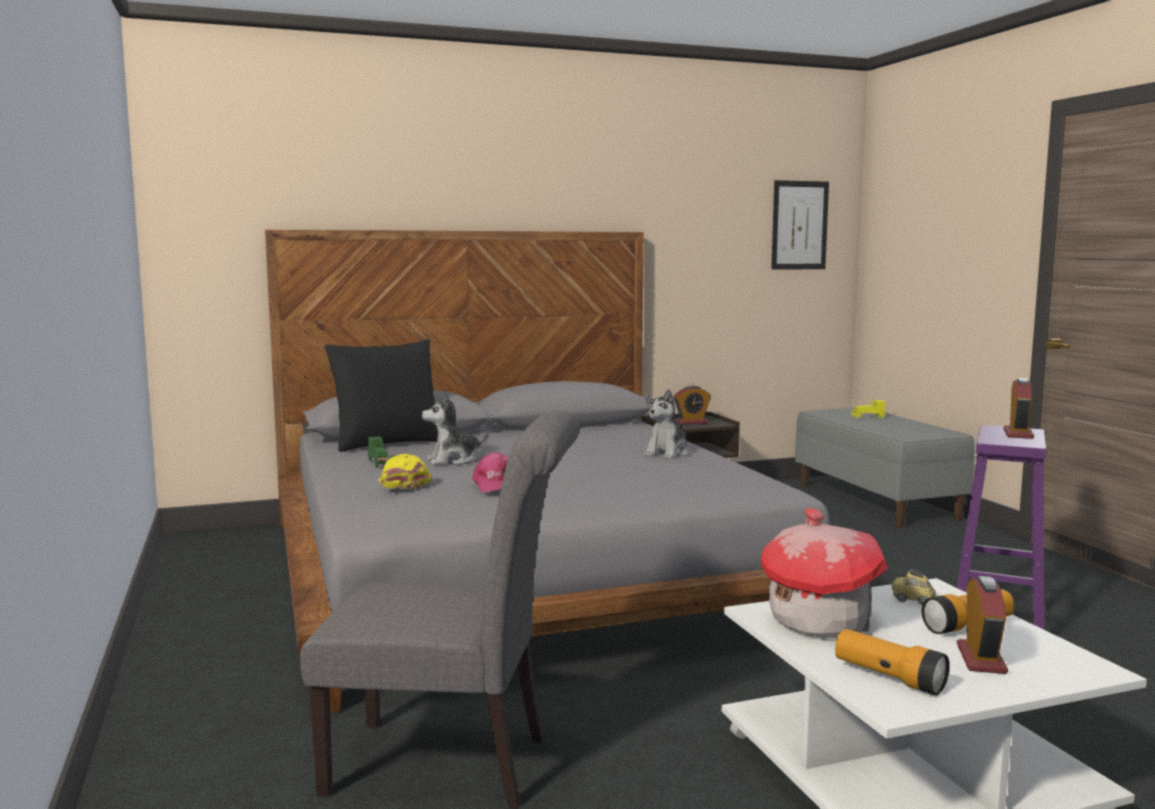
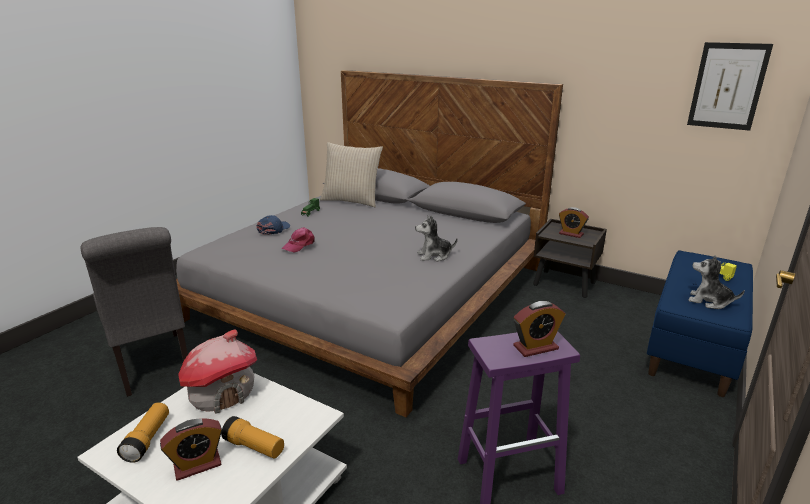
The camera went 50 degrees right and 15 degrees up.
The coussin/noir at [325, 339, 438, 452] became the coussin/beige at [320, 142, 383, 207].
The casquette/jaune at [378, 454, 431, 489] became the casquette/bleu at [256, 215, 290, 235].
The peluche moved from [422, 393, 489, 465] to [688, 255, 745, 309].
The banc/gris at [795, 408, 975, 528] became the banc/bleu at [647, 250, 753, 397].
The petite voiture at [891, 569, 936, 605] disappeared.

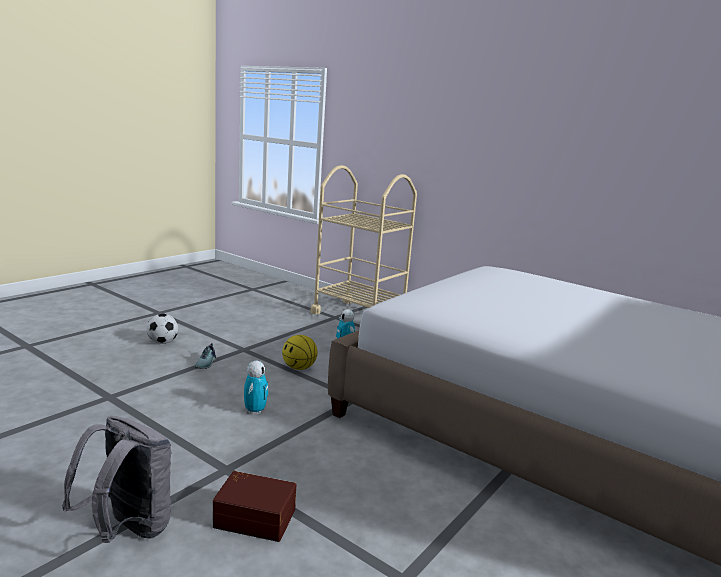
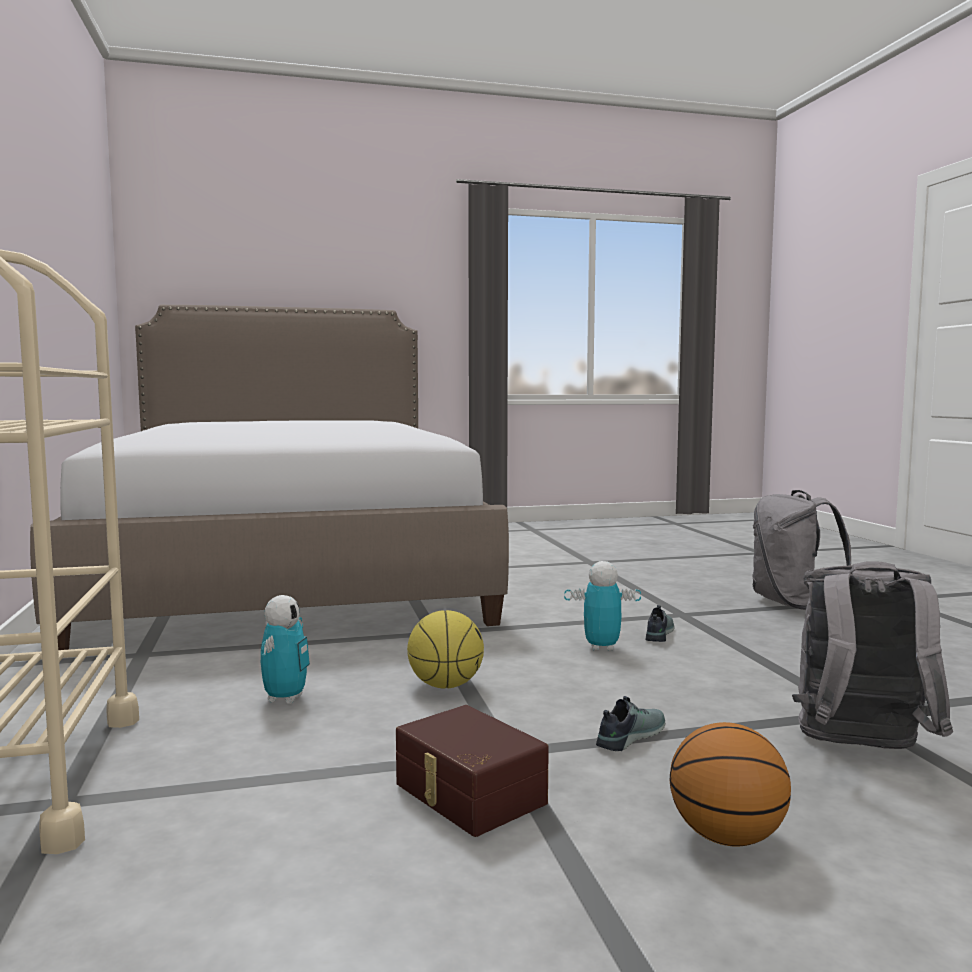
The camera went 140 degrees left and 10 degrees down.
The ballon de foot at [147, 314, 179, 344] was replaced by the ballon de basket at [670, 722, 791, 846].
The boîte de rangement/marron moved from [213, 471, 296, 542] to [396, 705, 549, 837].
The robot jouet at [244, 361, 268, 415] turned 45 degrees clockwise.
The chaussure at [645, 605, 674, 642] appeared.
The sac à dos/gris at [792, 562, 953, 749] appeared.

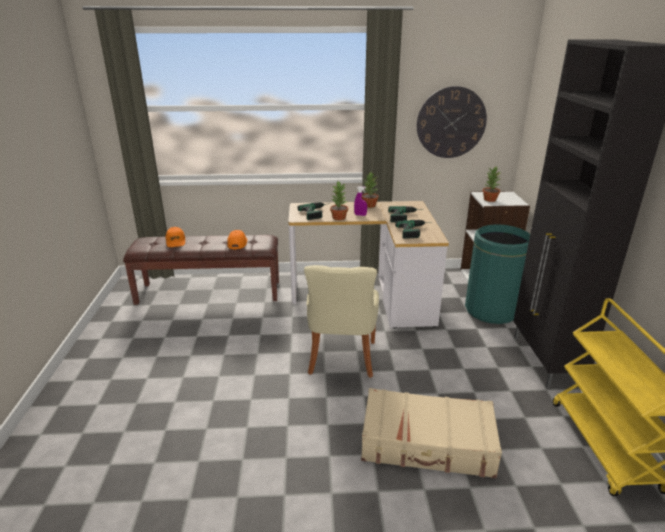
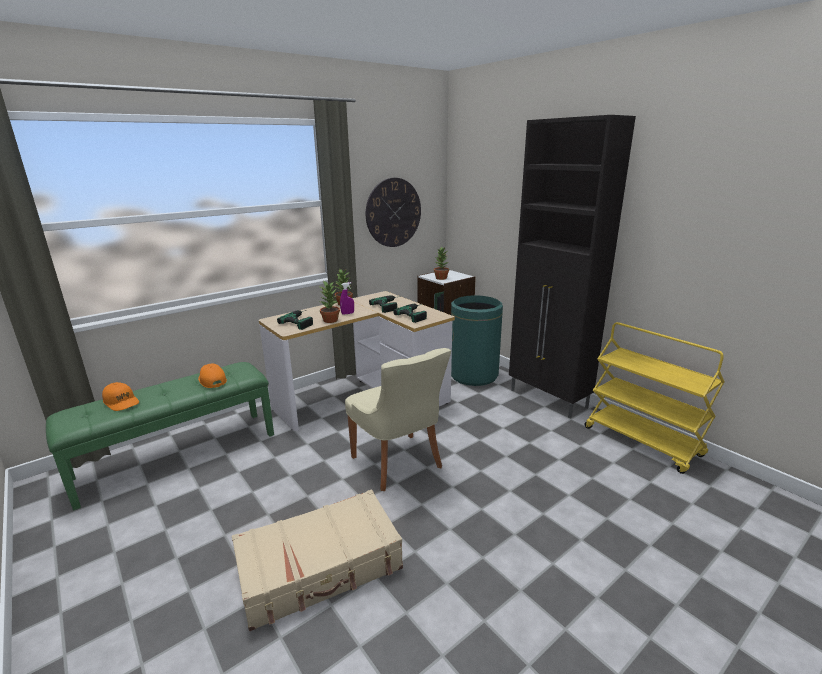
The camera went 35 degrees left and 5 degrees down.
The banc/marron at [123, 235, 279, 305] became the banc/vert at [46, 362, 274, 511].
The valise/beige moved from [361, 388, 502, 478] to [232, 489, 403, 631].

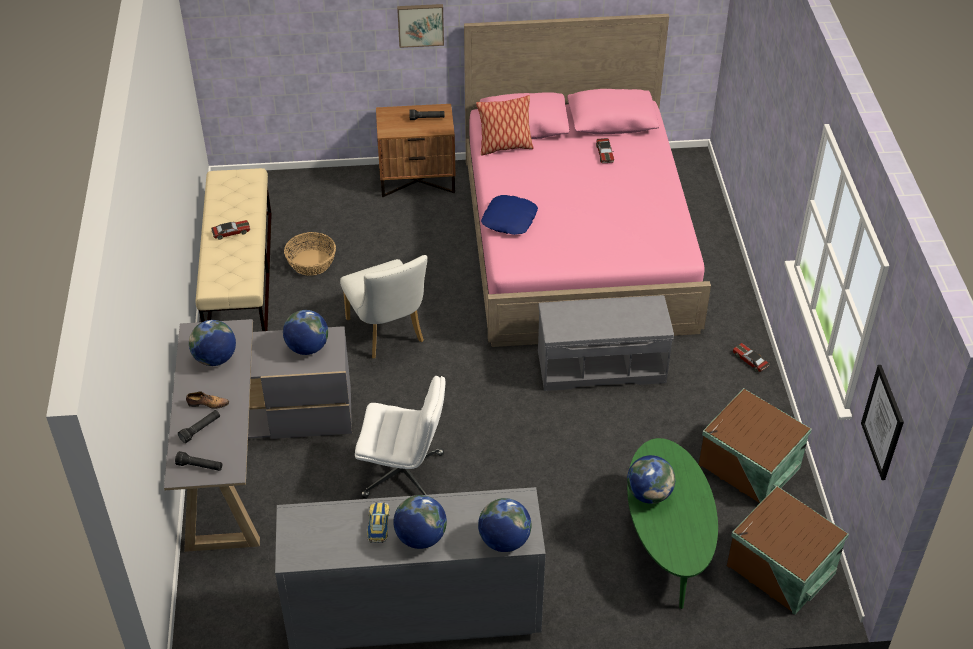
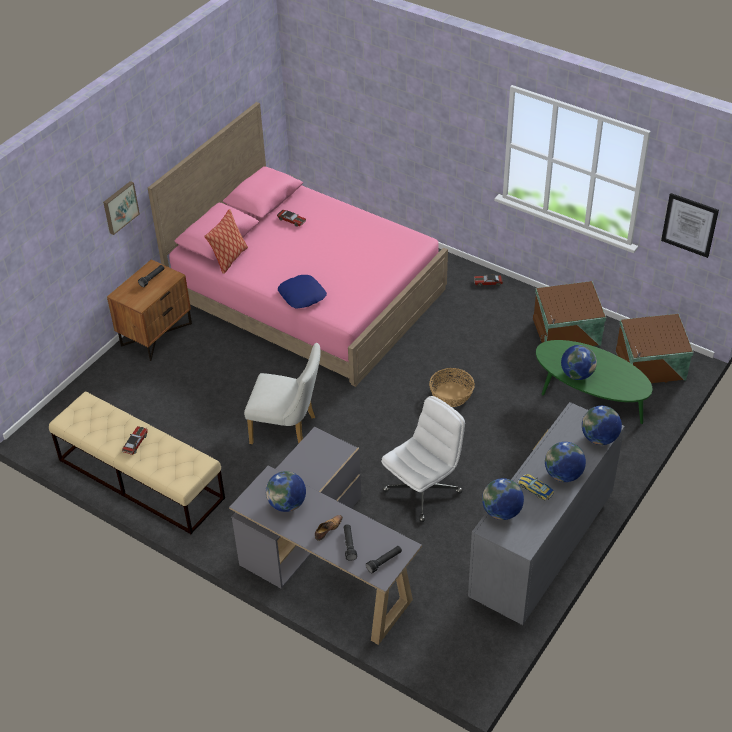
The camera went 50 degrees left and 0 degrees up.
The globe moved from [283, 310, 328, 355] to [482, 478, 524, 520].
The panier moved from [284, 232, 336, 276] to [429, 368, 475, 407].
The banc/gris at [538, 295, 674, 391] disappeared.

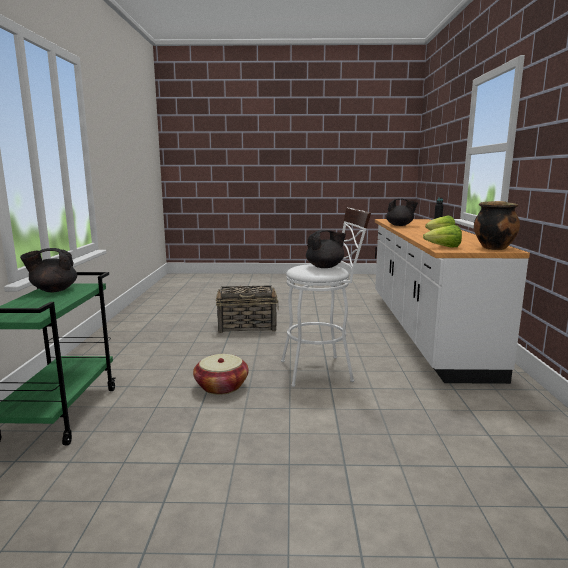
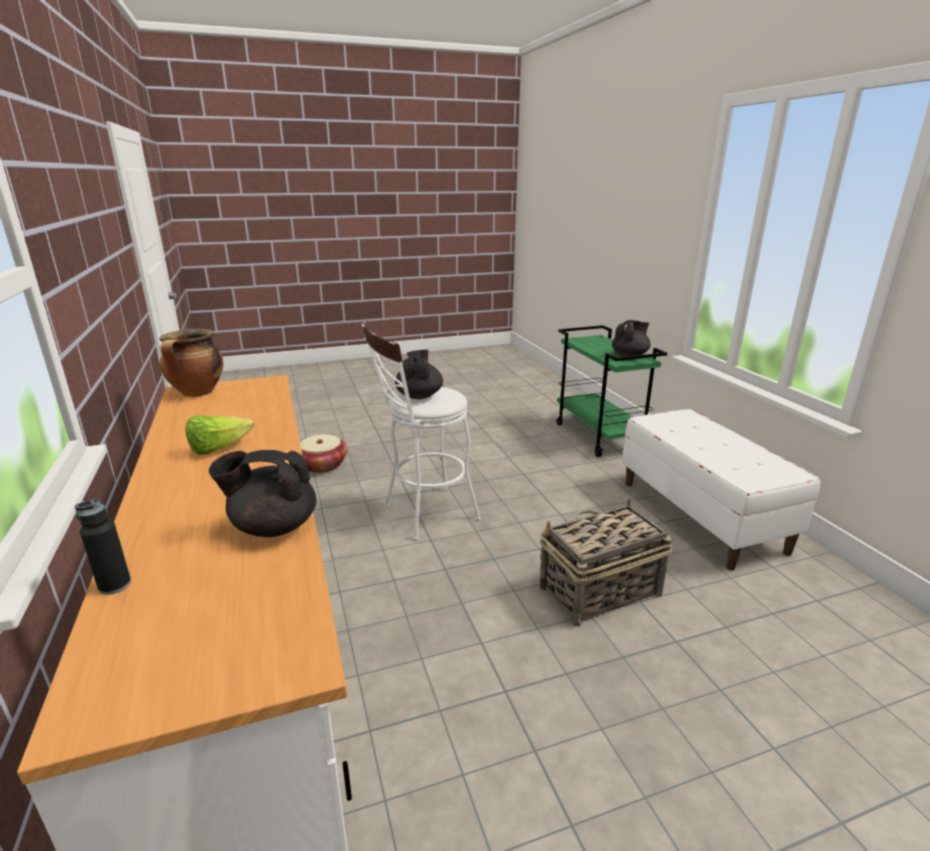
The camera went 160 degrees right and 10 degrees up.
The panier moved from [193, 354, 249, 395] to [300, 434, 347, 473].
The théière/noir at [306, 230, 346, 268] turned 135 degrees clockwise.
The laitue at [423, 225, 462, 248] disappeared.
The banc/blanc at [622, 409, 820, 571] appeared.

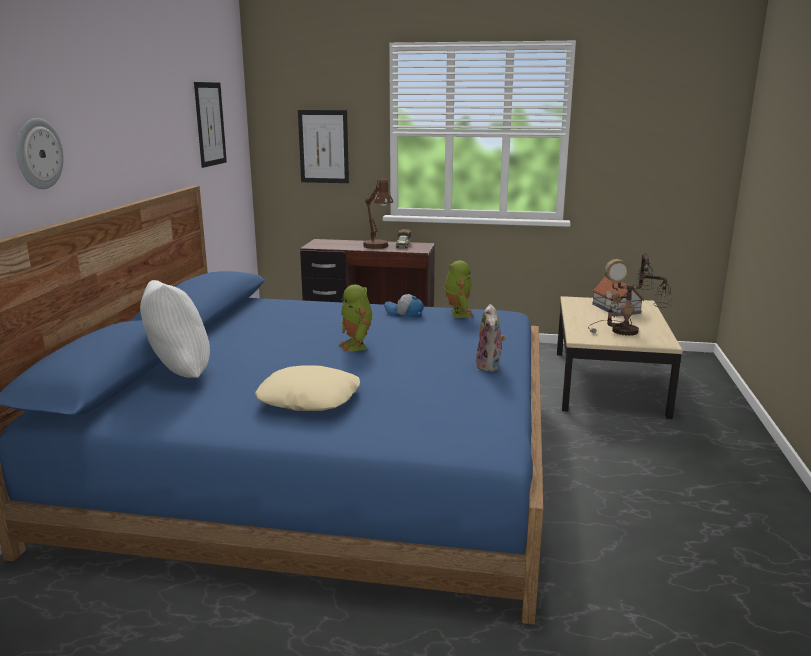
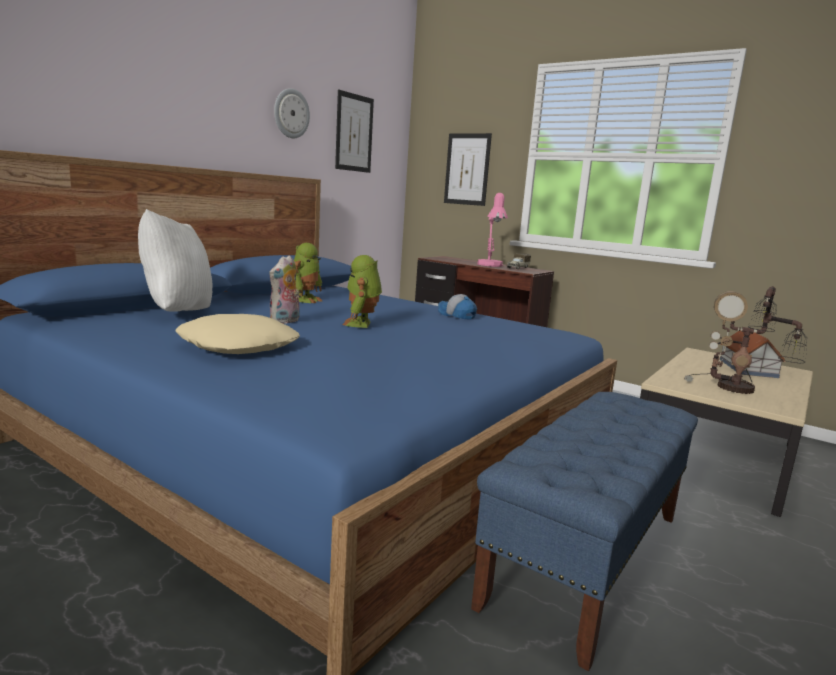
The camera went 25 degrees right and 5 degrees down.
The horloge murale moved from [16, 118, 64, 189] to [274, 88, 310, 138].
The lampe de table/marron at [363, 178, 393, 249] became the lampe de table/rose at [477, 193, 508, 267].
The robot jouet moved from [444, 260, 473, 318] to [294, 243, 322, 303].
The peluche moved from [476, 304, 506, 372] to [269, 255, 300, 324].
The banc/bleu at [471, 392, 698, 671] appeared.

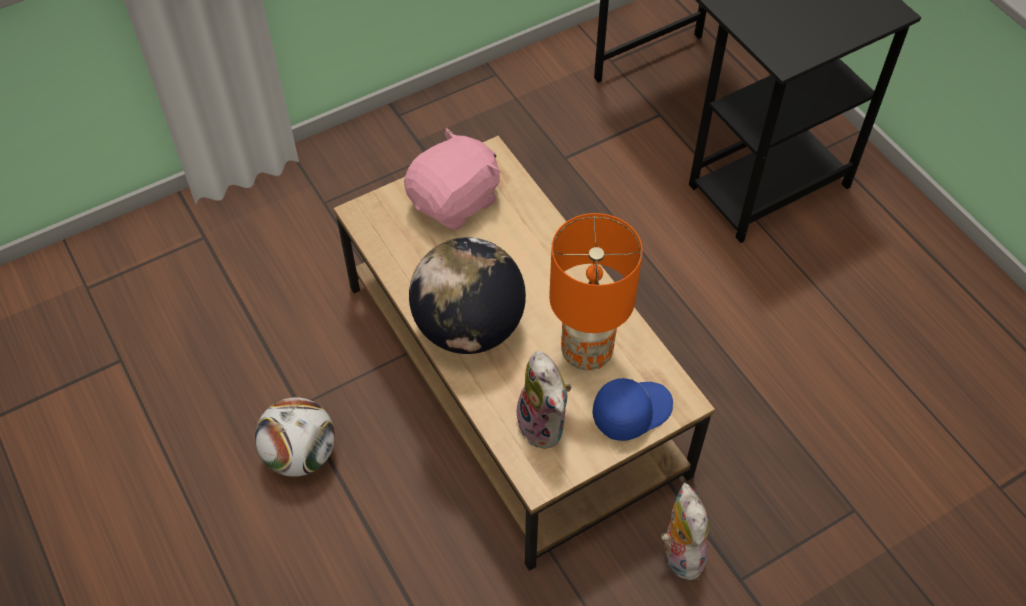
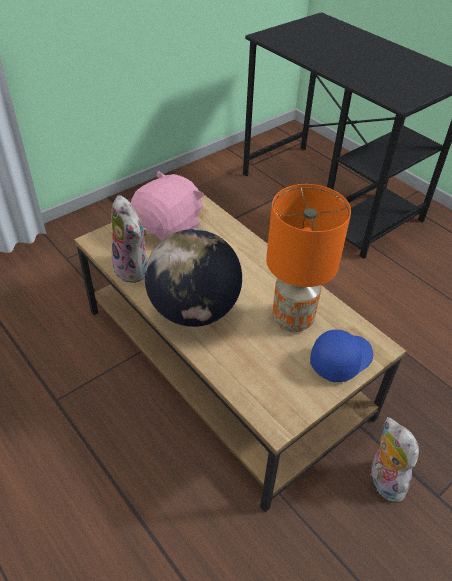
The camera went 10 degrees left and 10 degrees down.
The ballon de foot at [255, 397, 335, 477] disappeared.
The peluche moved from [517, 351, 571, 449] to [111, 195, 148, 283].

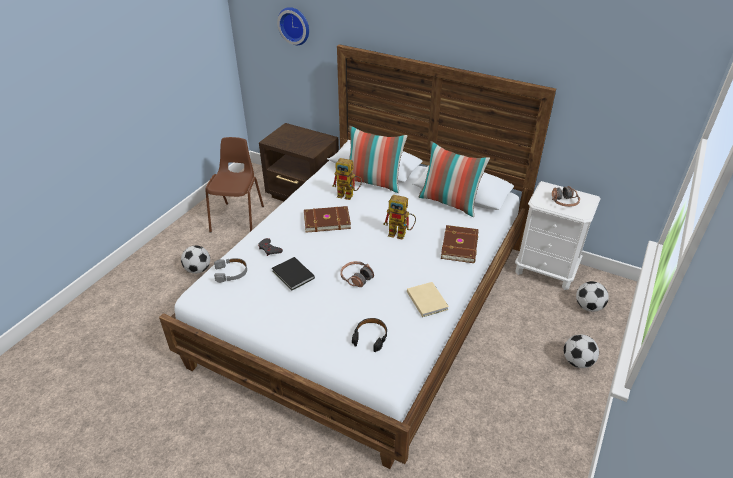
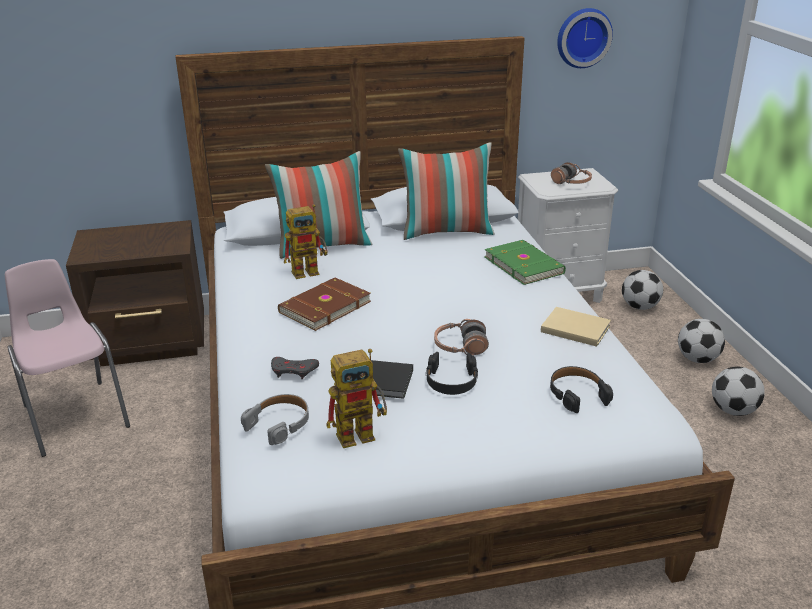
The camera went 40 degrees left and 10 degrees down.
The ballon de foot moved from [181, 246, 210, 274] to [712, 367, 765, 416].
The chaise/marron at [205, 137, 264, 233] became the chaise/rose at [5, 259, 130, 457].
The horloge murale moved from [277, 7, 309, 45] to [557, 8, 613, 68].
The robot jouet moved from [383, 195, 416, 240] to [326, 349, 387, 448].
The livre/marron at [441, 225, 478, 263] became the livre/vert at [484, 240, 566, 285].
The casque audio/noir at [426, 352, 478, 395] appeared.

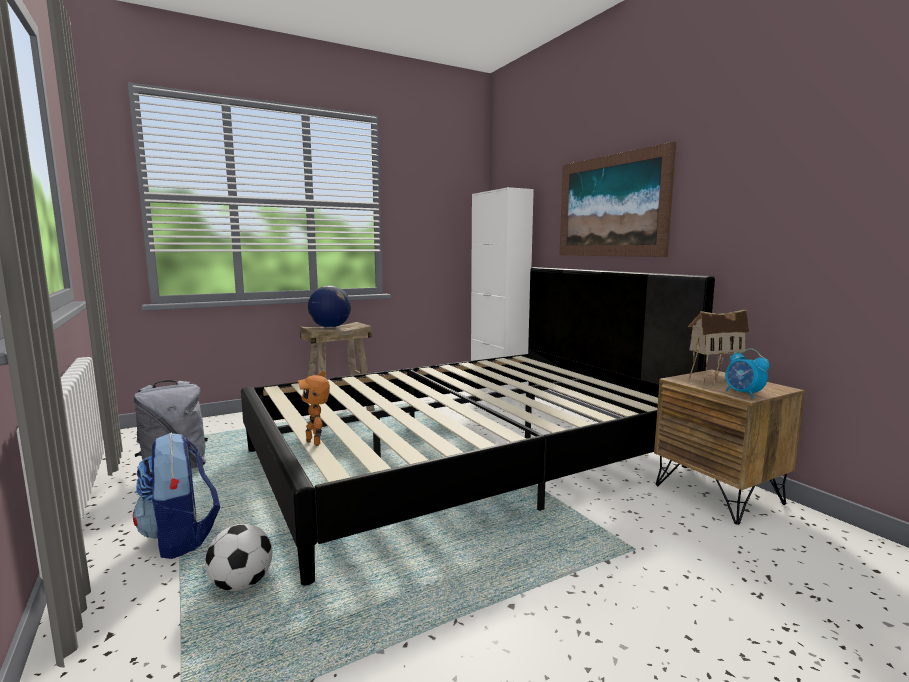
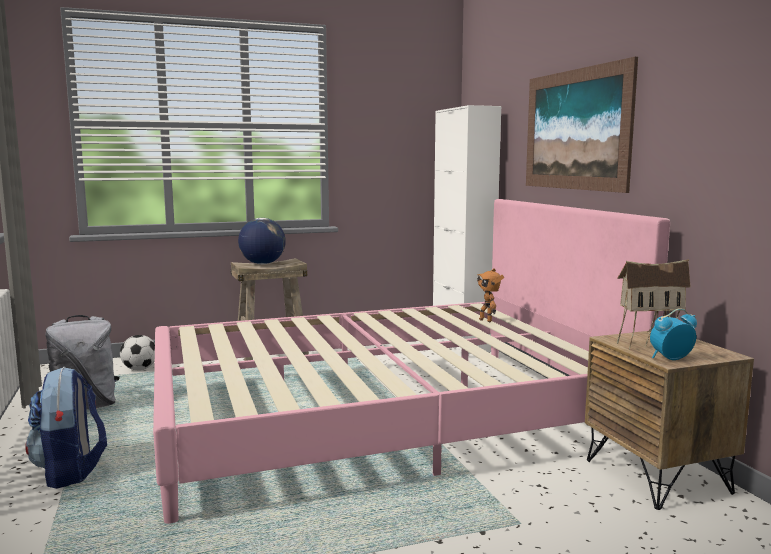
The camera went 10 degrees right and 0 degrees up.
The ballon de foot moved from [205, 524, 273, 591] to [120, 335, 155, 370].
The lit/noir at [241, 267, 715, 586] became the lit/rose at [153, 199, 670, 524].
The robot jouet moved from [297, 371, 330, 446] to [477, 268, 504, 322].
The réveil at [725, 349, 770, 398] turned 90 degrees clockwise.

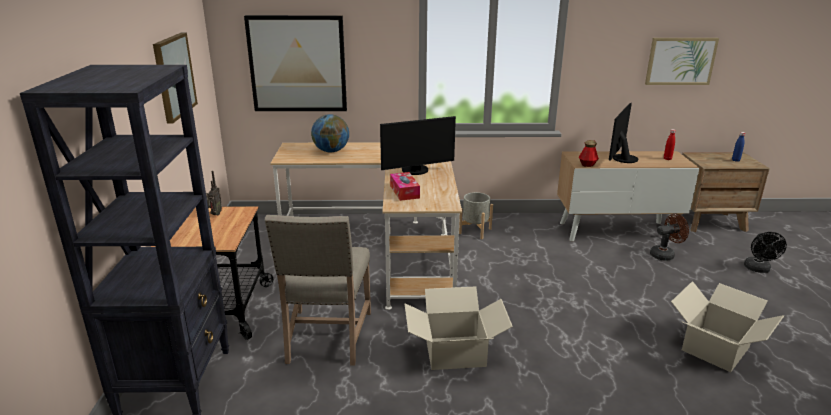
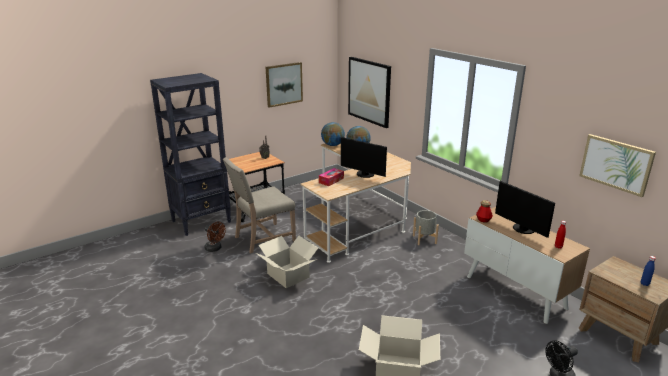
The camera went 55 degrees right and 0 degrees up.
The écran d'ordinateur at [609, 103, 639, 163] turned 120 degrees counterclockwise.
The ventilateur/marron moved from [650, 213, 689, 261] to [204, 222, 226, 252].
The globe at [321, 122, 345, 146] appeared.

